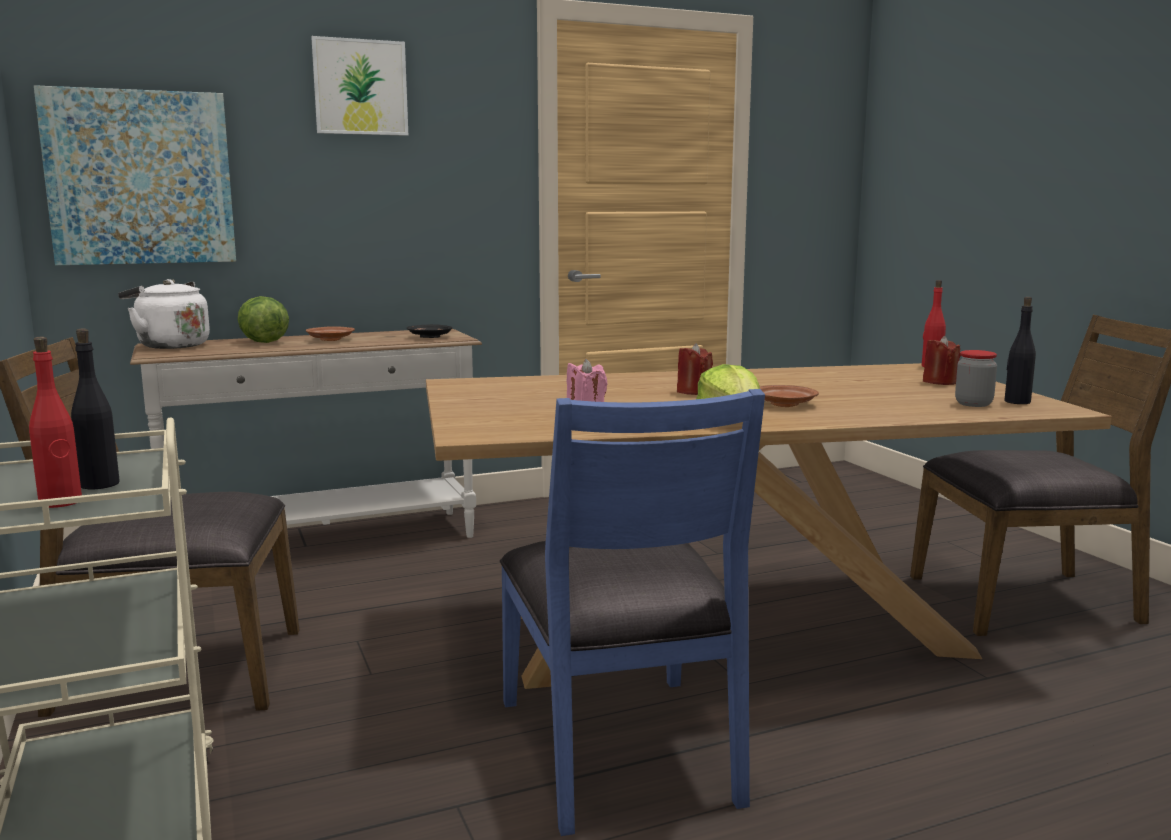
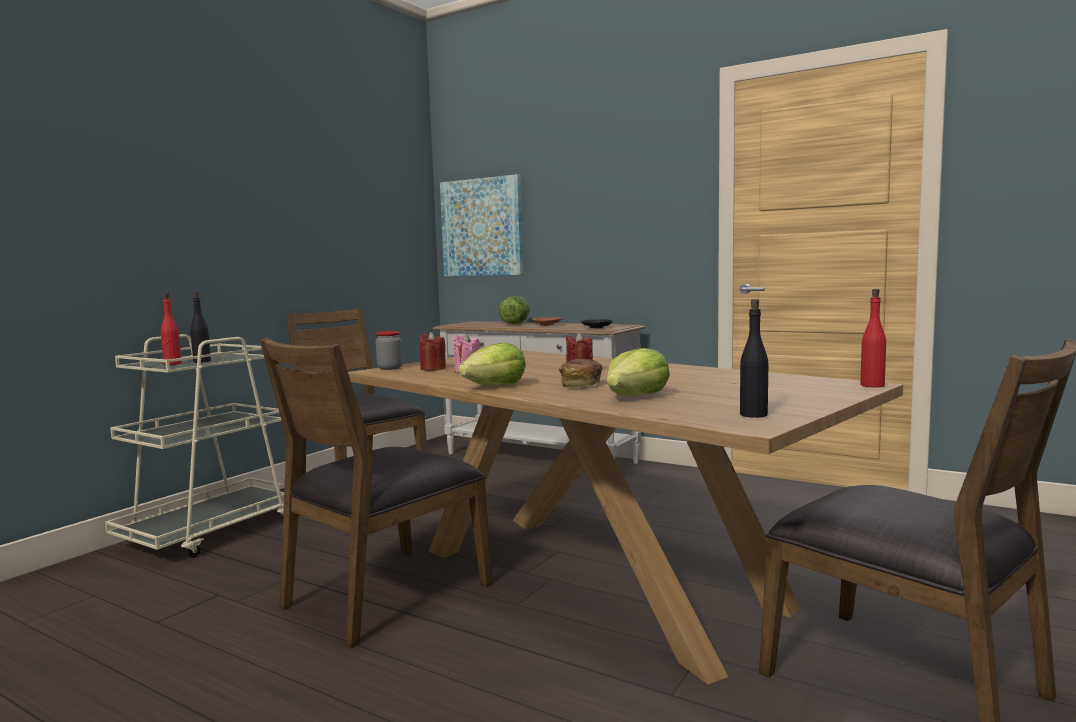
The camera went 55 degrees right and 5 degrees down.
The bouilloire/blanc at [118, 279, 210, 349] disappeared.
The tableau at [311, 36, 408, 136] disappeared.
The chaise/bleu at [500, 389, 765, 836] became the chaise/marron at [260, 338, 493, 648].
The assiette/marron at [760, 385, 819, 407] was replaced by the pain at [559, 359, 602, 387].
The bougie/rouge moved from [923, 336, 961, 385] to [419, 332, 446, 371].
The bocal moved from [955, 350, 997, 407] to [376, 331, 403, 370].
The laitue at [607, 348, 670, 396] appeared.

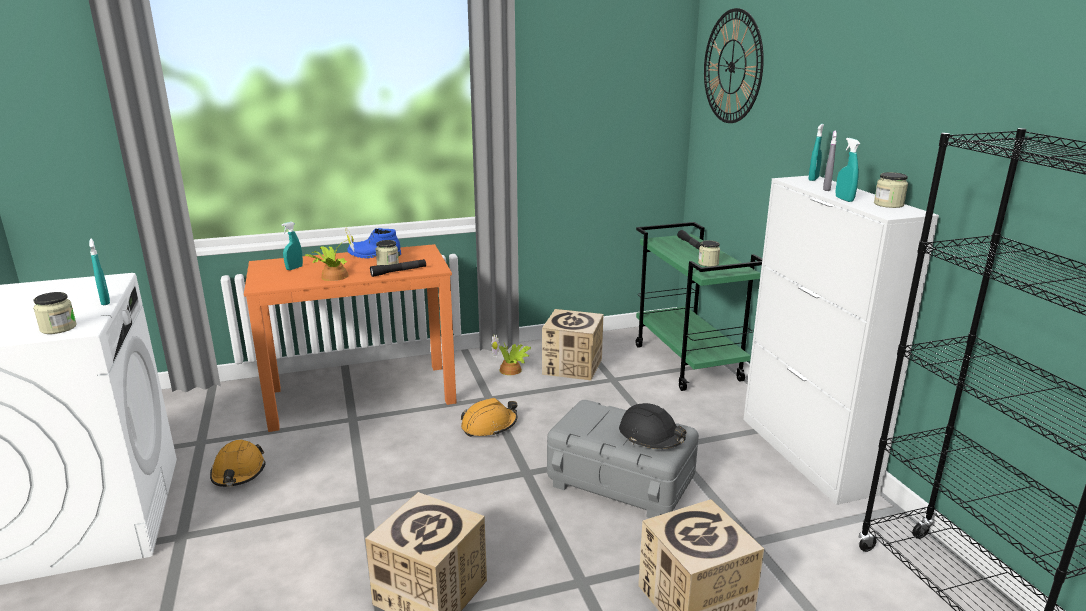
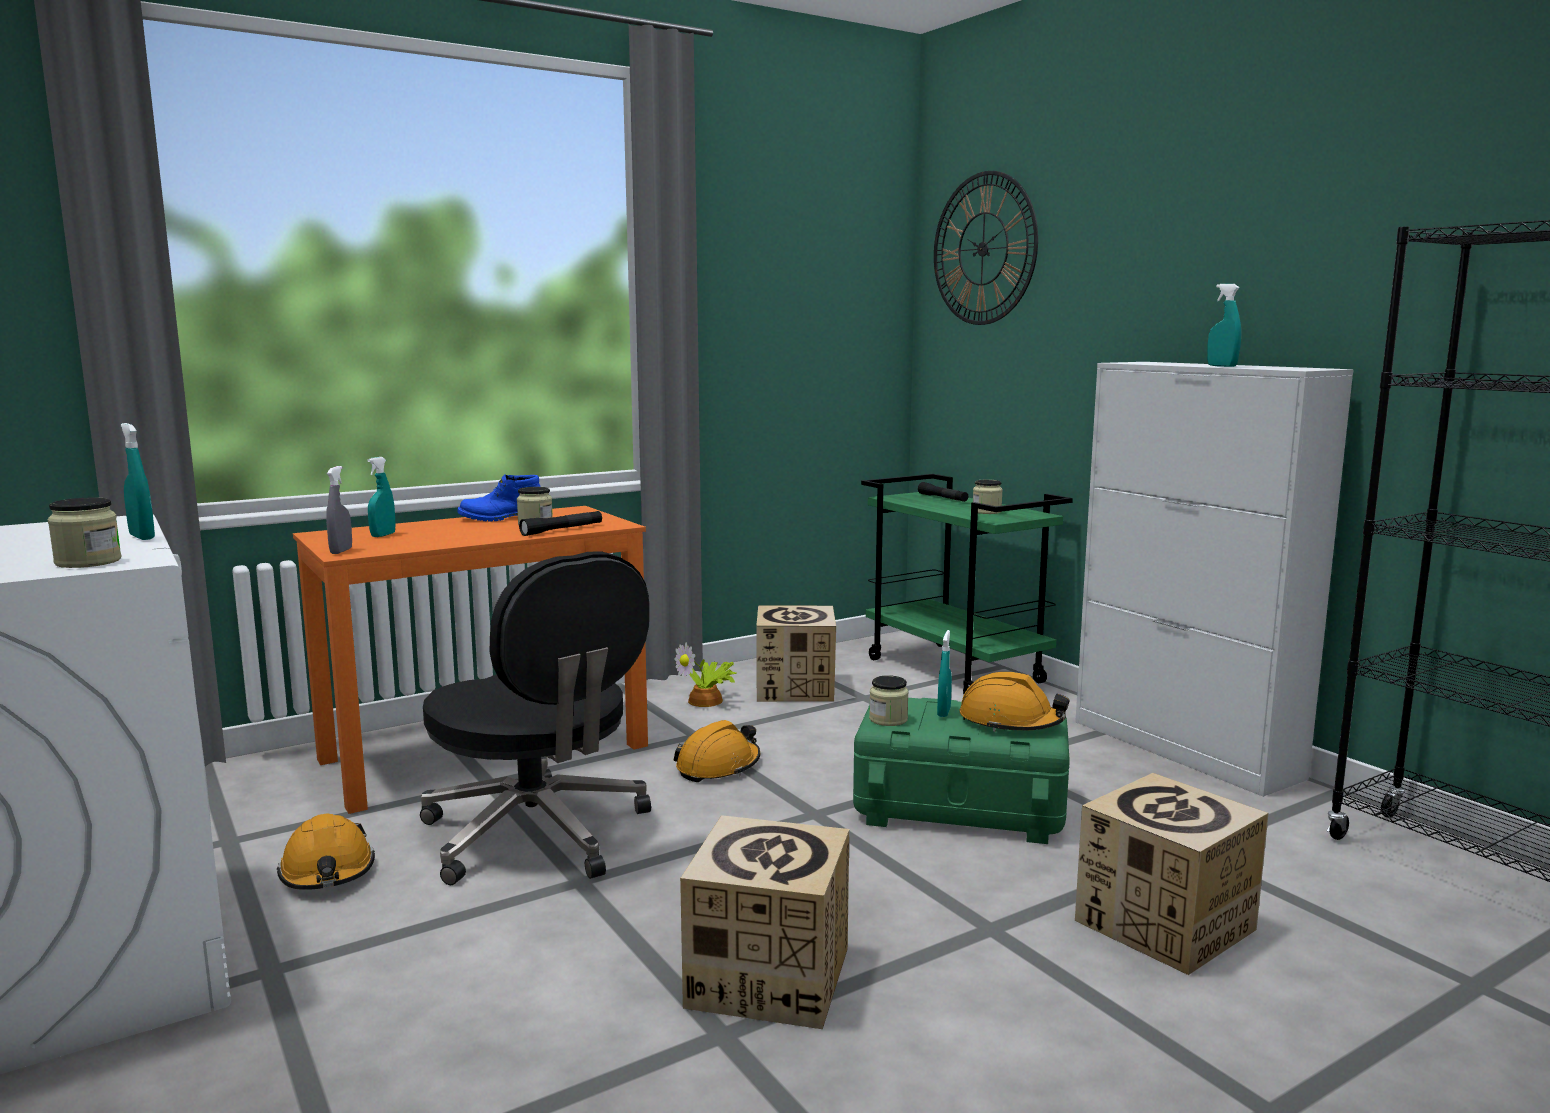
The camera went 15 degrees left and 10 degrees down.
The plante en pot at [305, 226, 355, 281] disappeared.
The boîte de rangement/gris at [547, 400, 699, 518] became the boîte de rangement/vert at [853, 698, 1070, 844].
The casque de chantier/noir at [619, 403, 686, 449] became the casque de chantier/orange at [960, 672, 1069, 732].
The vaporisateur/turquoise moved from [808, 124, 824, 181] to [937, 630, 952, 717].
The vaporisateur/gris moved from [823, 130, 837, 191] to [326, 466, 352, 554].
The bocal moved from [874, 172, 908, 208] to [869, 675, 909, 726].
The chaise de bureau/noir at [420, 551, 651, 885] appeared.

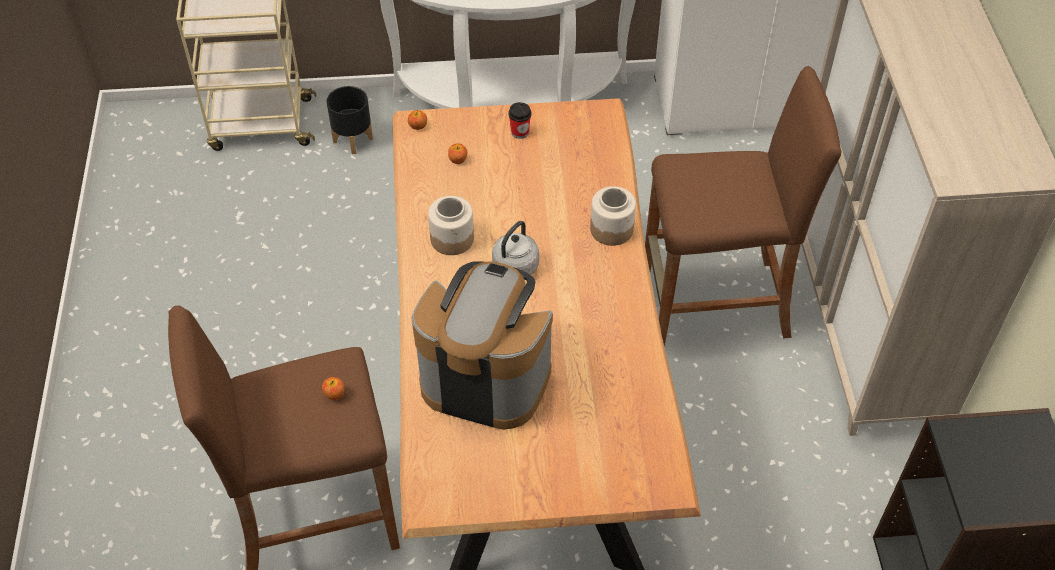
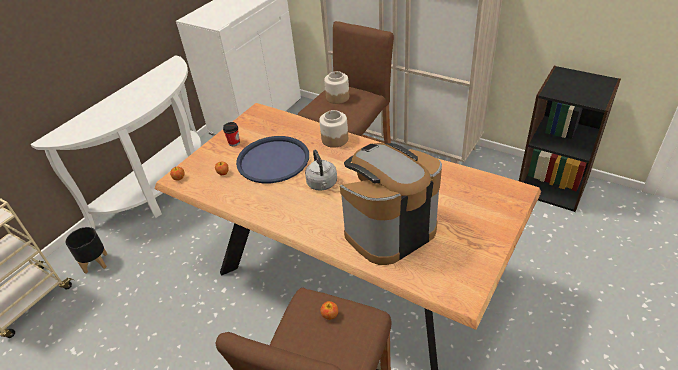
The camera went 50 degrees left and 10 degrees down.
The bocal moved from [428, 196, 474, 255] to [324, 71, 349, 104].
The plateau/bleu at [236, 136, 309, 183] appeared.

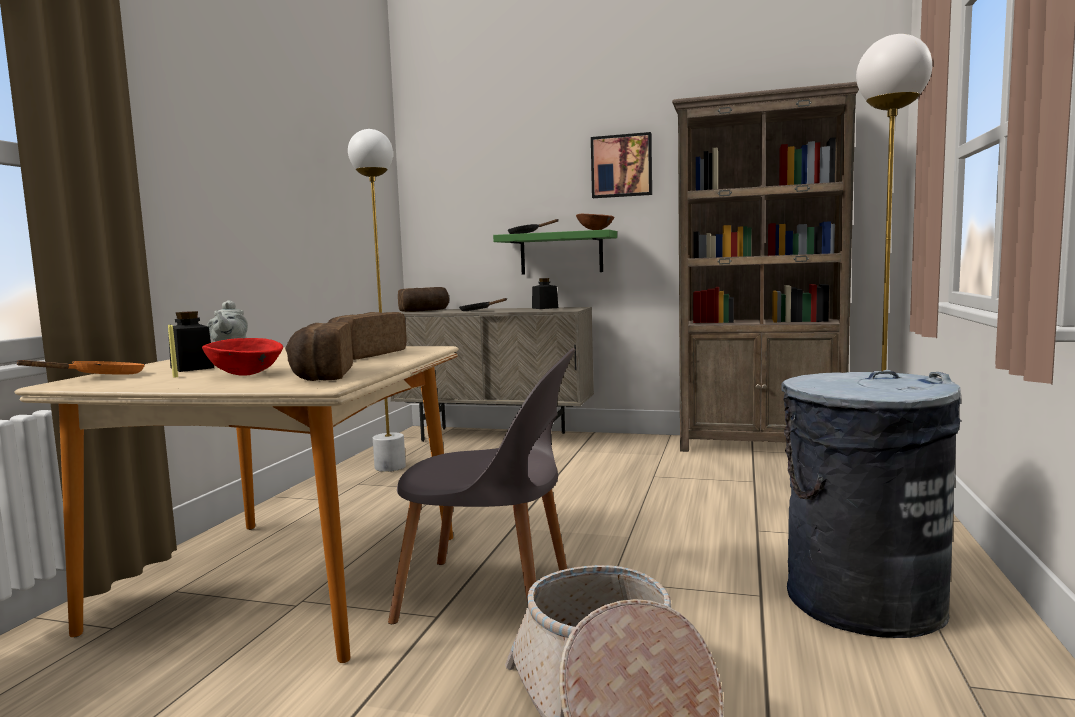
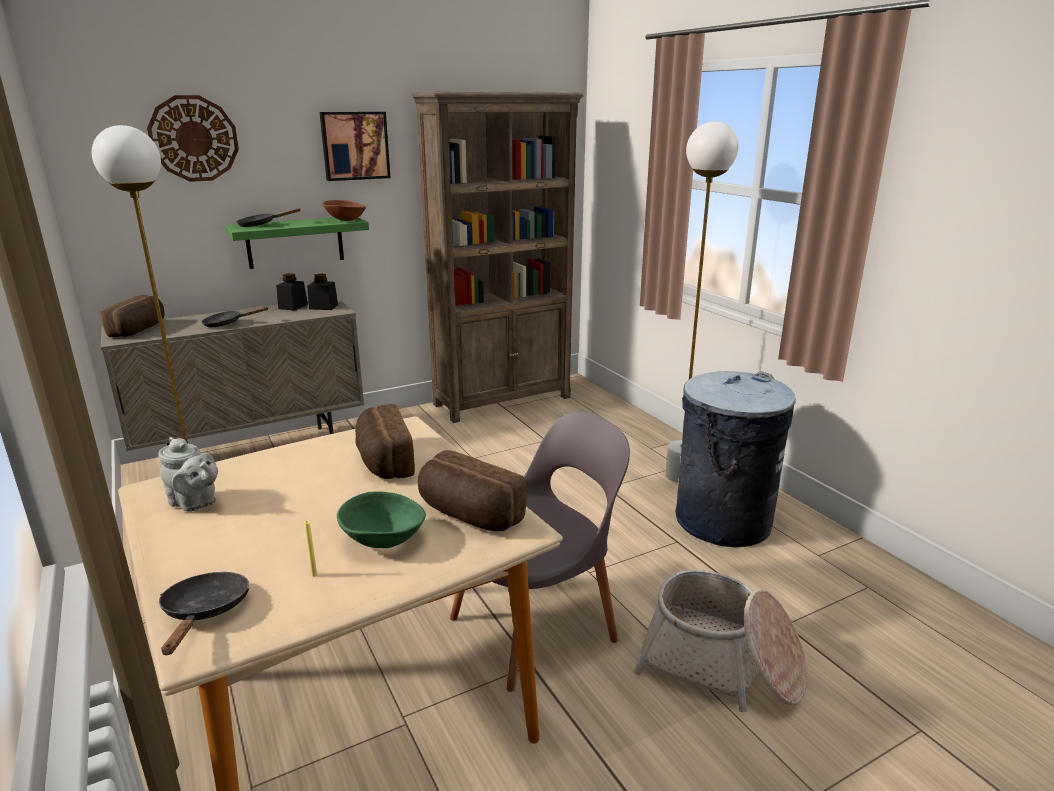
The camera went 45 degrees left and 15 degrees up.
The poêle/orange at [15, 360, 145, 375] became the poêle/noir at [159, 572, 249, 655].
The bocal/noir moved from [168, 311, 214, 372] to [307, 274, 338, 310].
The bol/rouge at [202, 338, 283, 376] became the bol/vert at [337, 491, 426, 548].
The horloge murale at [147, 95, 239, 182] appeared.

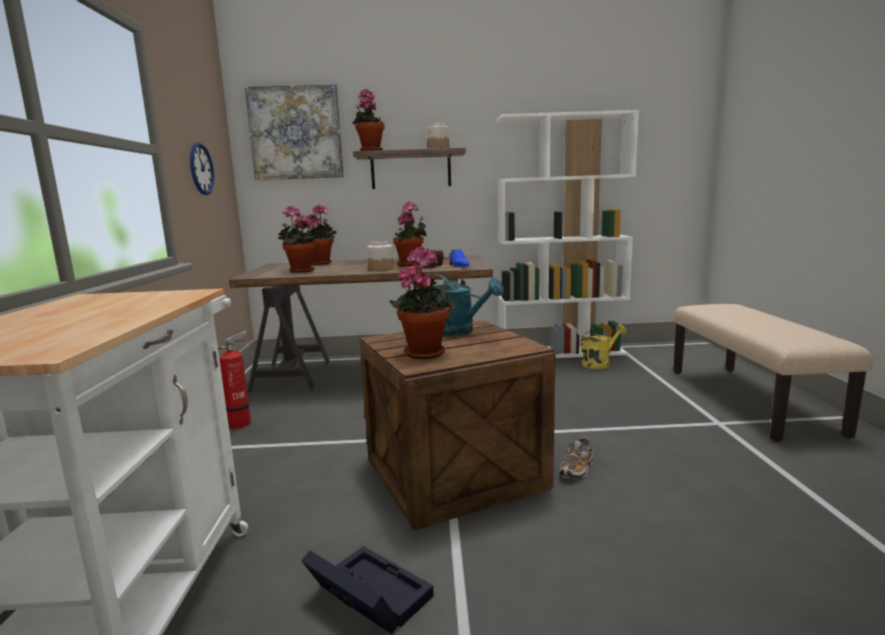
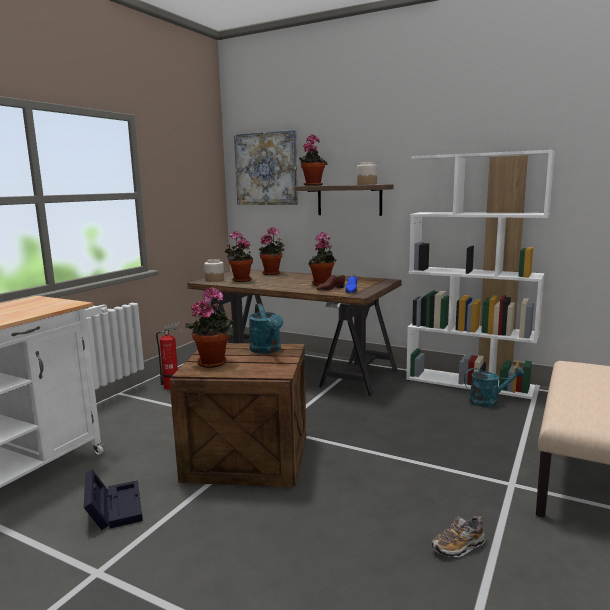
The camera went 30 degrees right and 0 degrees up.
The horloge murale at [190, 142, 214, 195] disappeared.
The bocal moved from [367, 241, 394, 271] to [204, 259, 224, 282].
The chaussure moved from [559, 436, 593, 479] to [432, 516, 485, 557].
The arrosoir/jaune at [580, 324, 626, 369] became the arrosoir/turquoise at [464, 366, 525, 407].

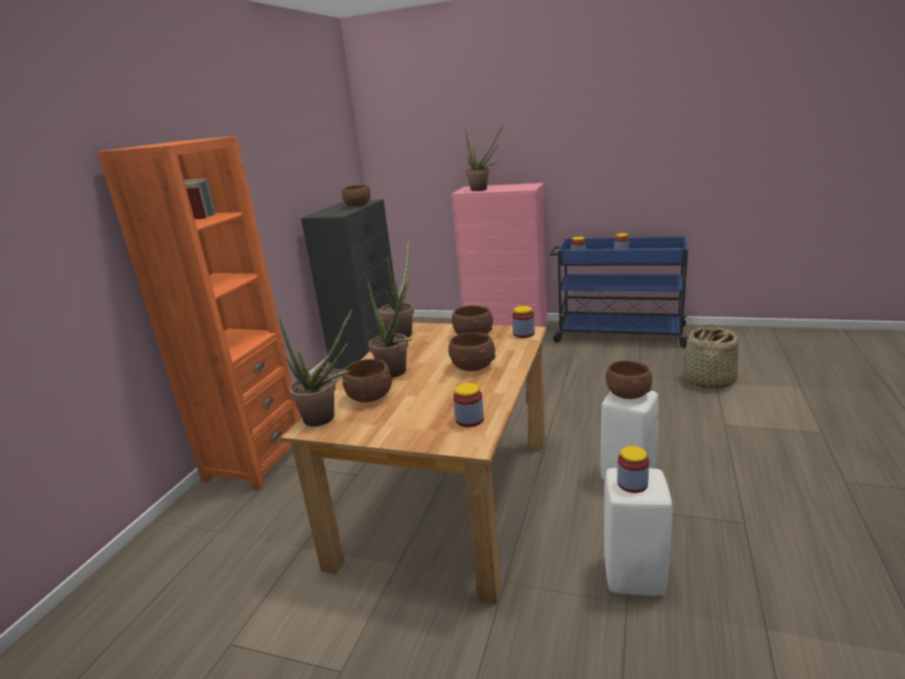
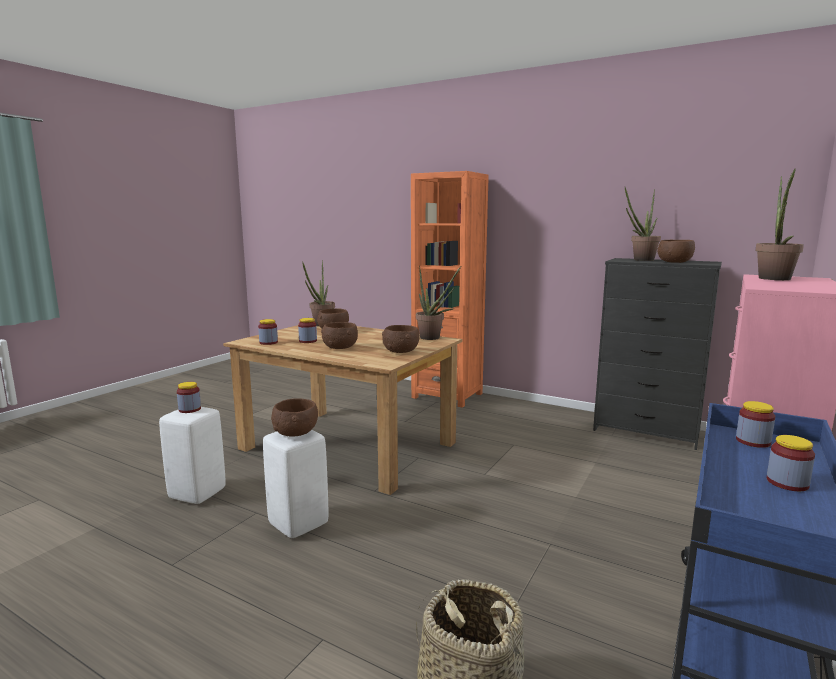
The camera went 100 degrees right and 10 degrees down.
The plante en pot moved from [367, 277, 412, 378] to [625, 187, 661, 261].
The bocal moved from [512, 306, 535, 338] to [298, 318, 317, 343].

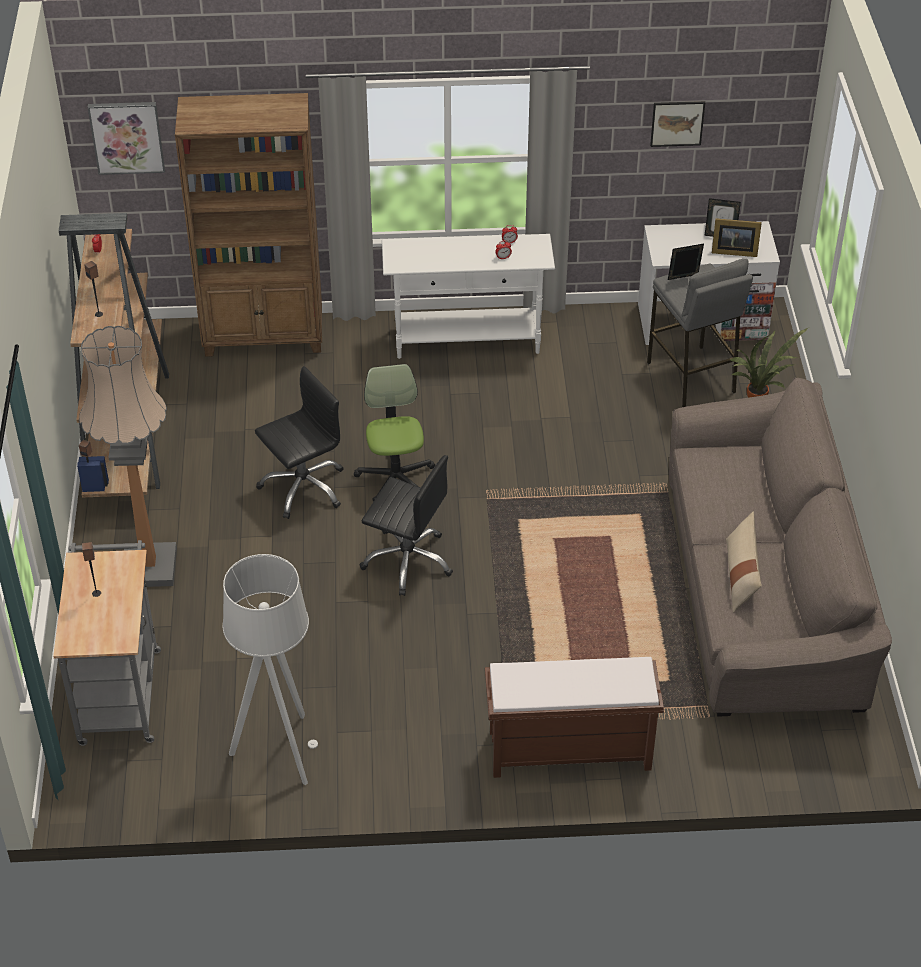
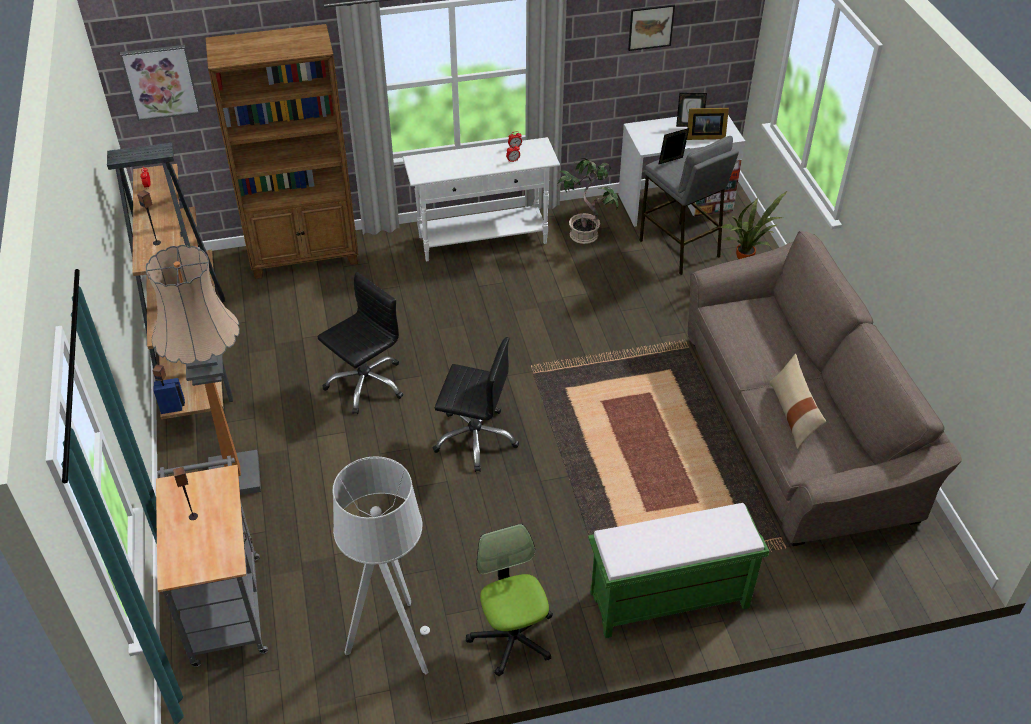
The camera went 10 degrees left and 0 degrees up.
The chaise de bureau moved from [354, 364, 435, 502] to [466, 524, 553, 676].
The banc/marron at [485, 657, 664, 778] became the banc/vert at [588, 503, 769, 638].
The plante en pot at [556, 158, 618, 244] appeared.

